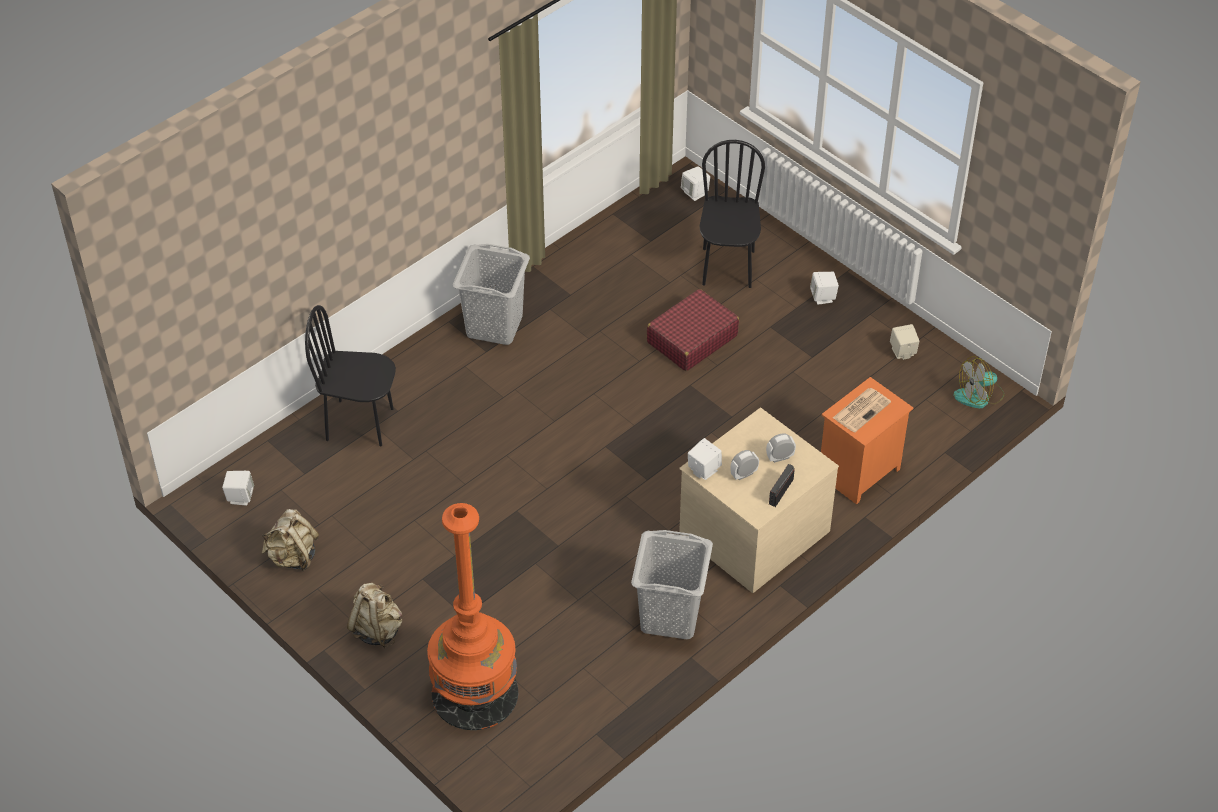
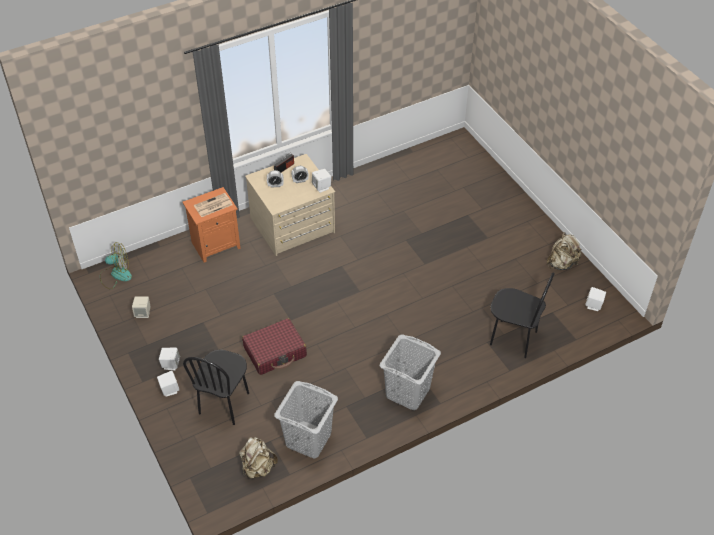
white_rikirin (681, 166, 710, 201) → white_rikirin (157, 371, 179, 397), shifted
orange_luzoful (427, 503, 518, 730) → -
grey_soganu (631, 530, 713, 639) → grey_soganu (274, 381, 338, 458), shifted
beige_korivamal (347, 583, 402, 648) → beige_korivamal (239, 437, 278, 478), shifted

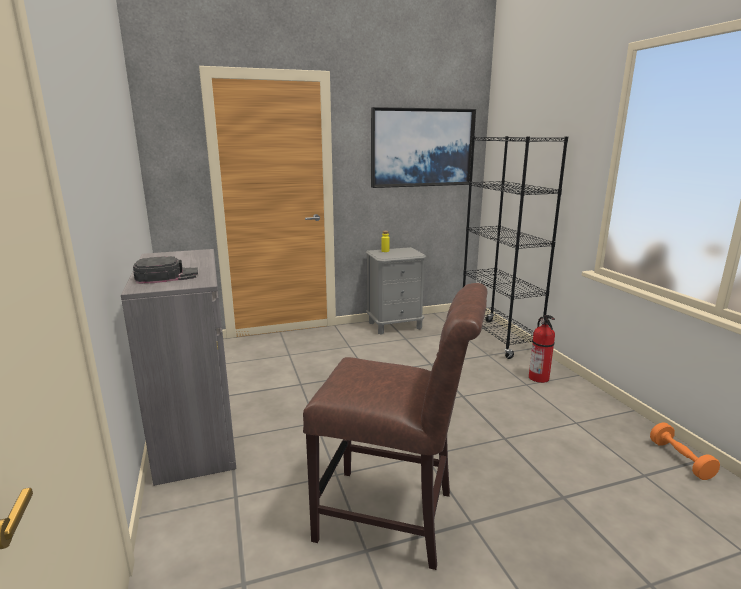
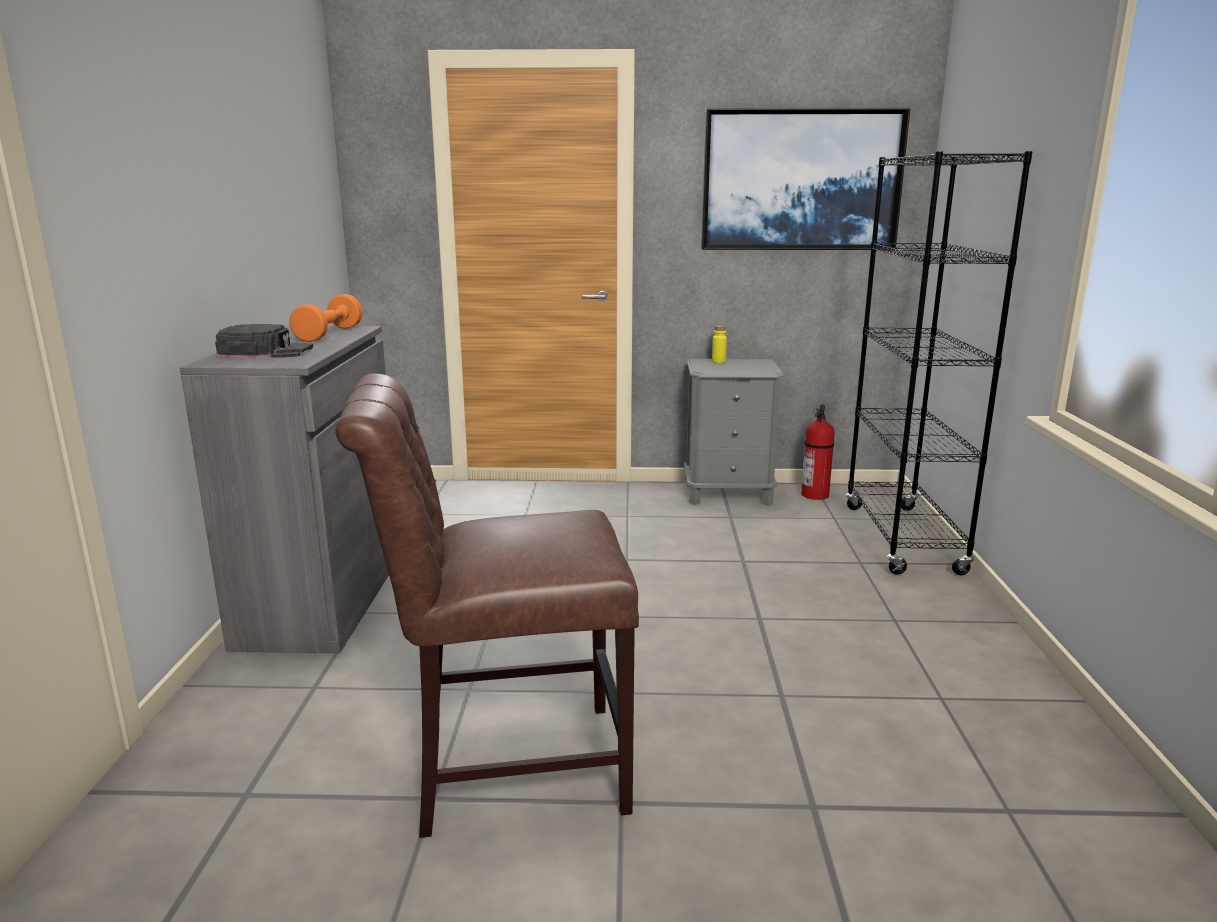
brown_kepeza (303, 283, 488, 570) → brown_kepeza (335, 373, 639, 838), 135 degrees clockwise
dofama (529, 315, 555, 383) → dofama (801, 404, 835, 500), shifted
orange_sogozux (650, 422, 720, 480) → orange_sogozux (289, 294, 363, 342), shifted

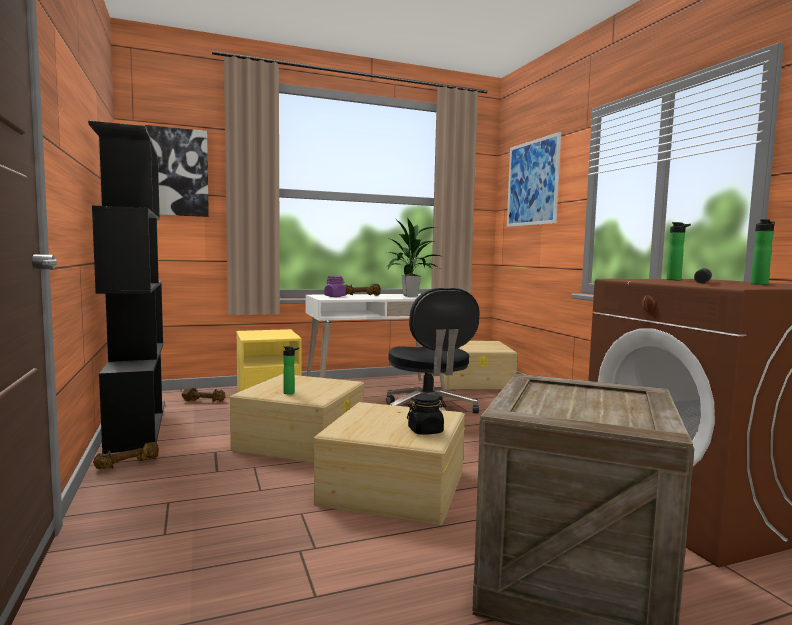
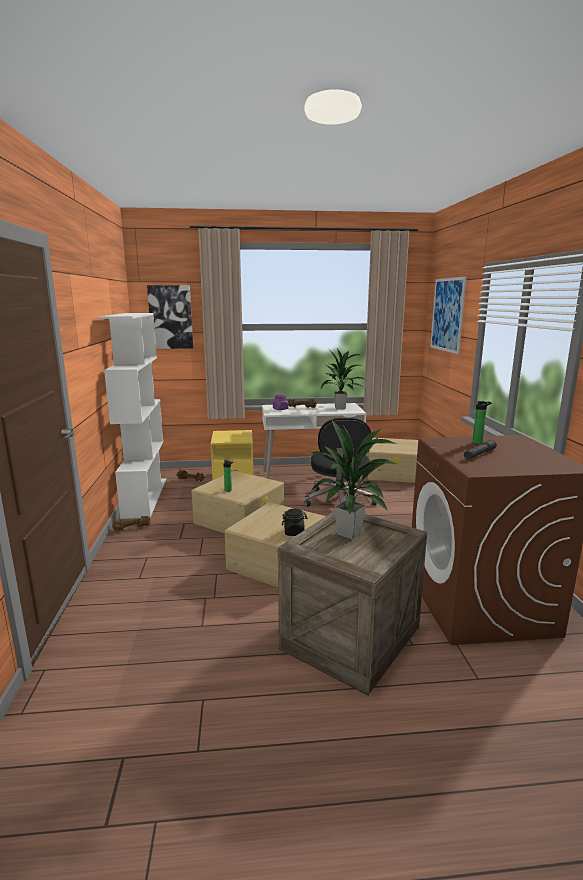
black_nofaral (88, 121, 165, 454) → white_nofaral (98, 313, 166, 519)
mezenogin (751, 219, 775, 285) → -
- → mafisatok (306, 419, 398, 539)

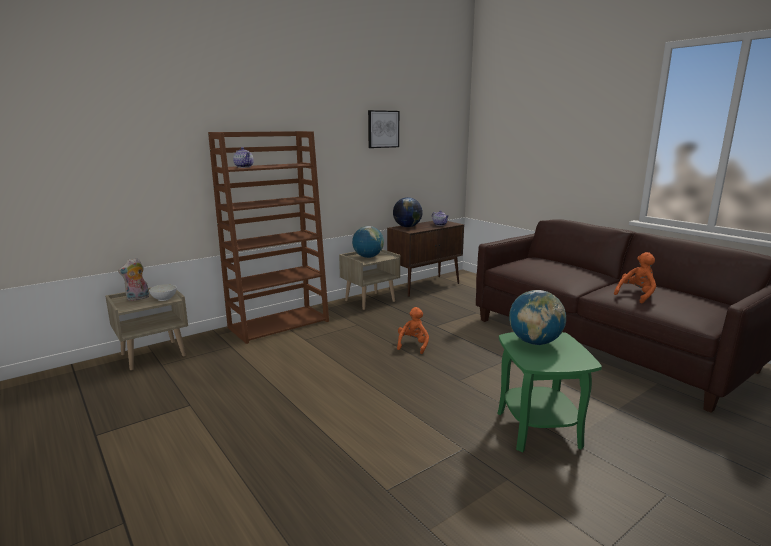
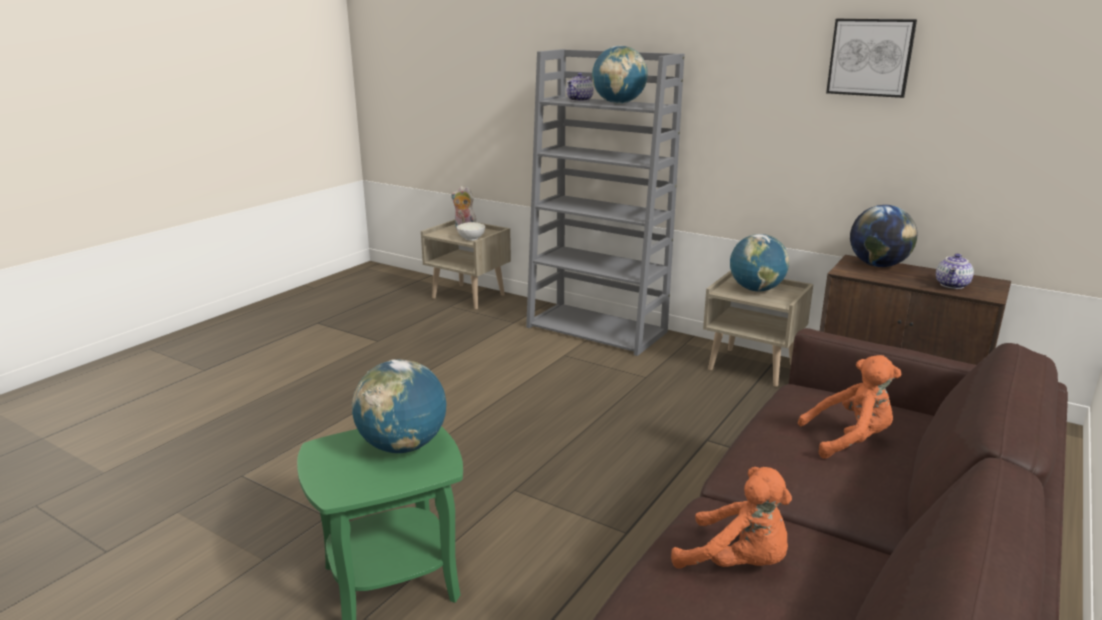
brown_nofaral (208, 131, 329, 344) → grey_nofaral (526, 49, 685, 356)
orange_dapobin (397, 307, 429, 354) → orange_dapobin (798, 355, 901, 459), shifted
- → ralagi (592, 46, 648, 104)

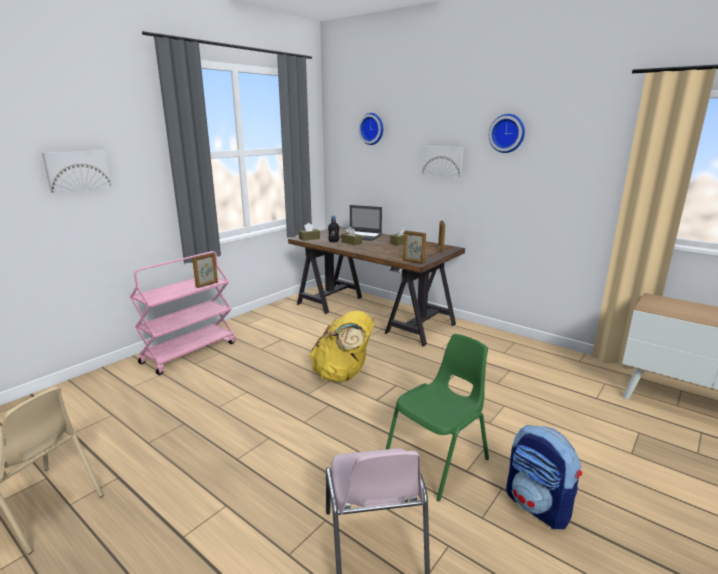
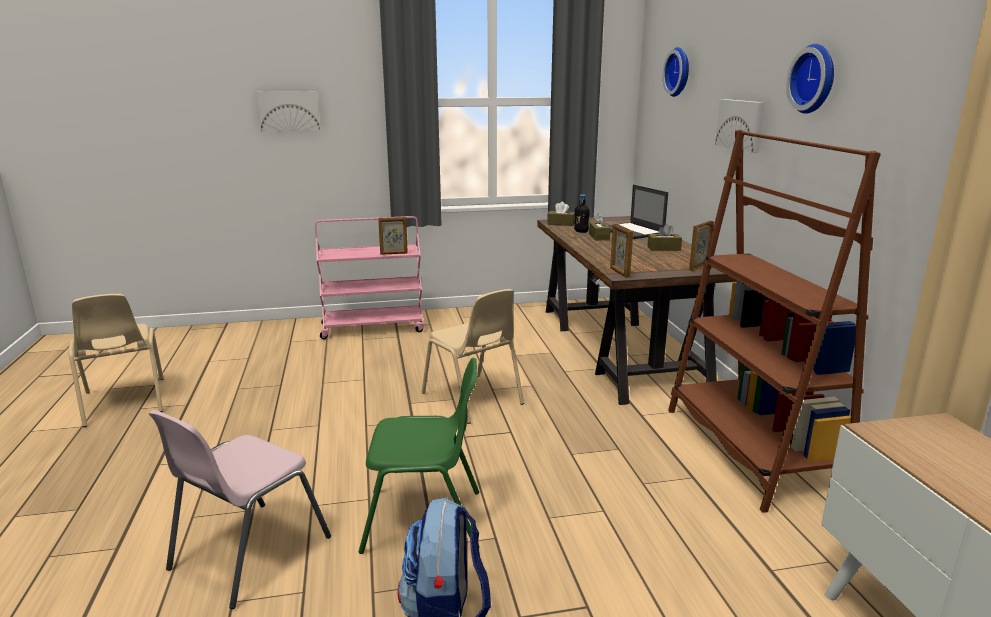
yellow_korivamal (309, 311, 374, 382) → beige_kepeza (422, 289, 524, 424)
- → brown_nofaral (668, 130, 881, 513)

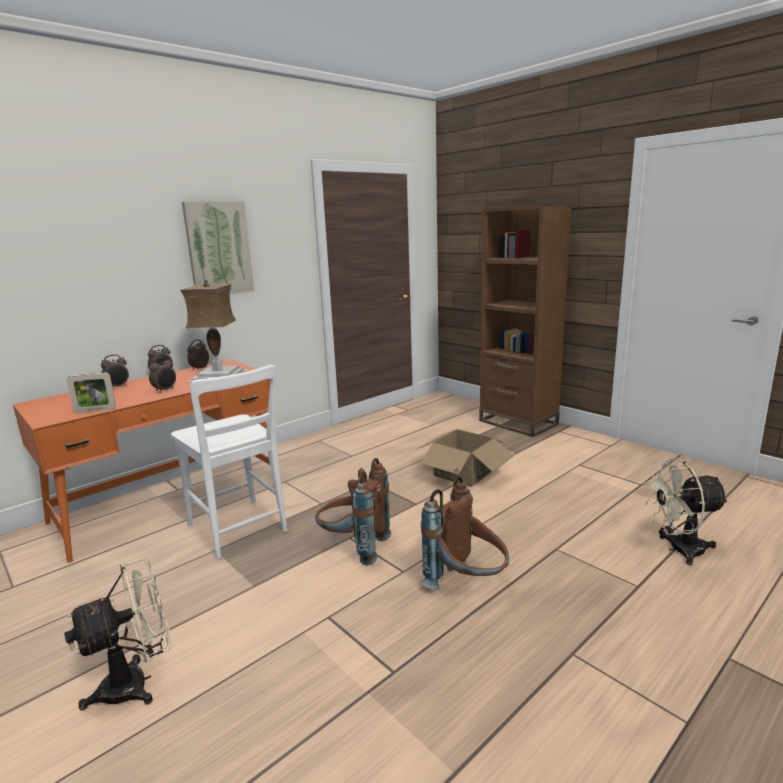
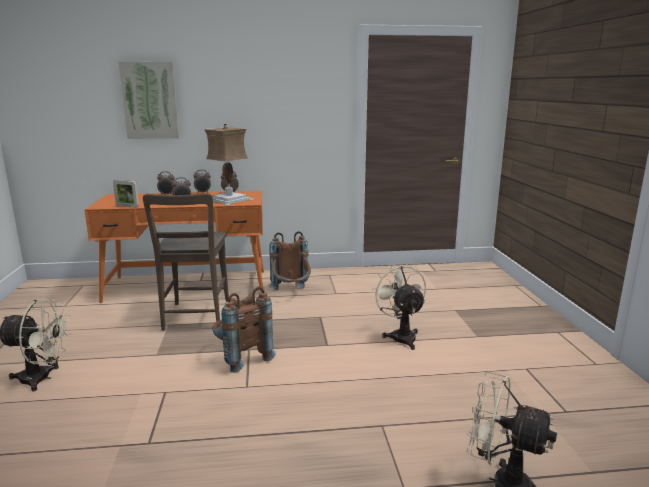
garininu (182, 201, 254, 294) → garininu (118, 61, 180, 139), shifted
brown_nofaral (479, 205, 572, 437) → -
white_kepeza (171, 365, 287, 559) → brown_kepeza (143, 193, 229, 331)
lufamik (416, 429, 514, 487) → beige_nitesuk (372, 264, 426, 350)
brown_korivamal (420, 477, 509, 590) → brown_korivamal (269, 231, 311, 290), shifted

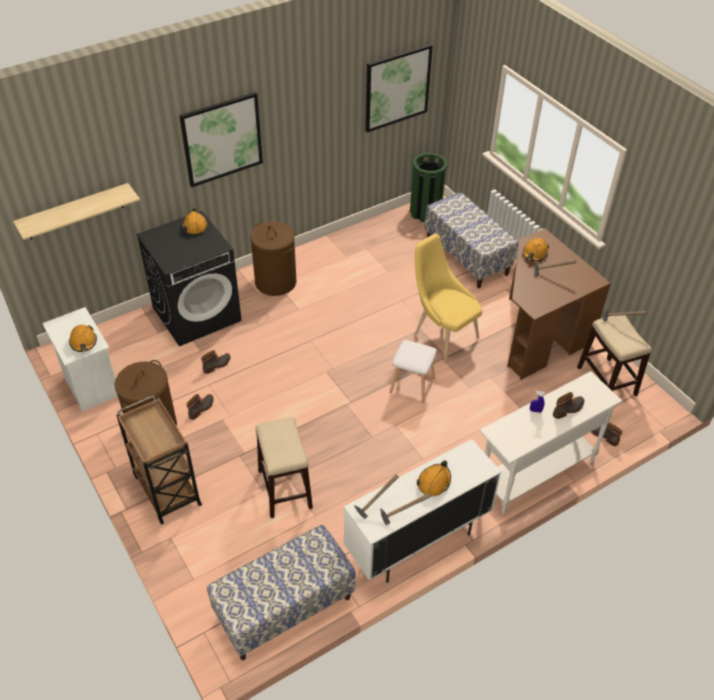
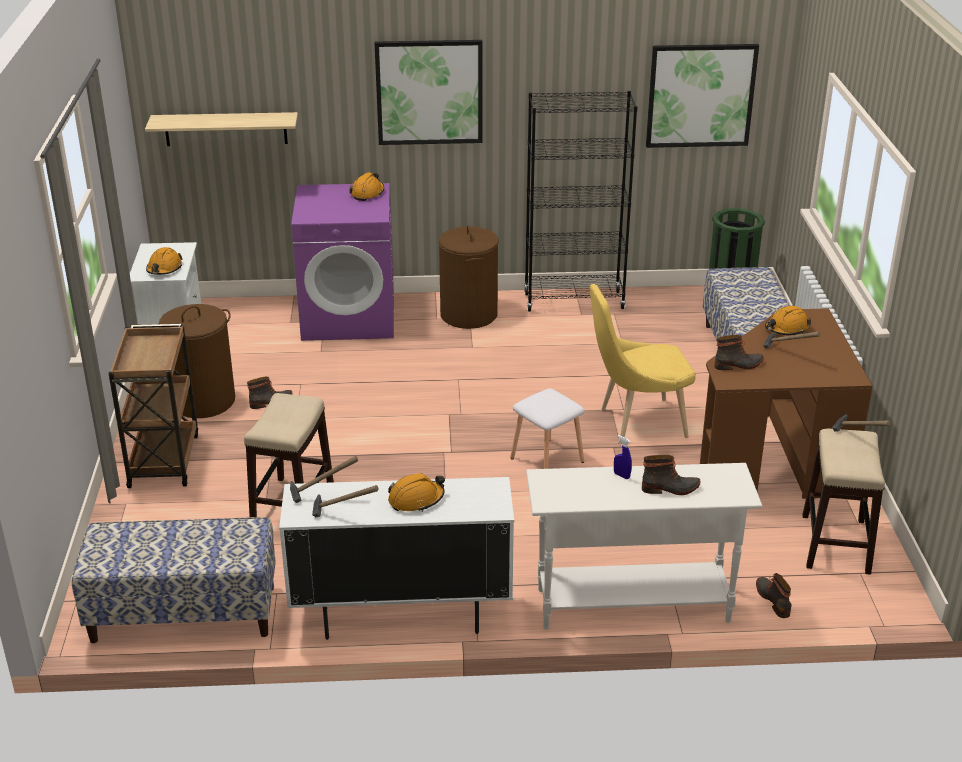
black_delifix (136, 211, 242, 346) → purple_delifix (291, 183, 394, 341)
yellow_kepeza (415, 234, 482, 361) → yellow_kepeza (590, 284, 696, 444), 90 degrees counterclockwise
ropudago (201, 350, 230, 374) → ropudago (714, 335, 764, 370), shifted
- → black_nofaral (524, 91, 638, 312)

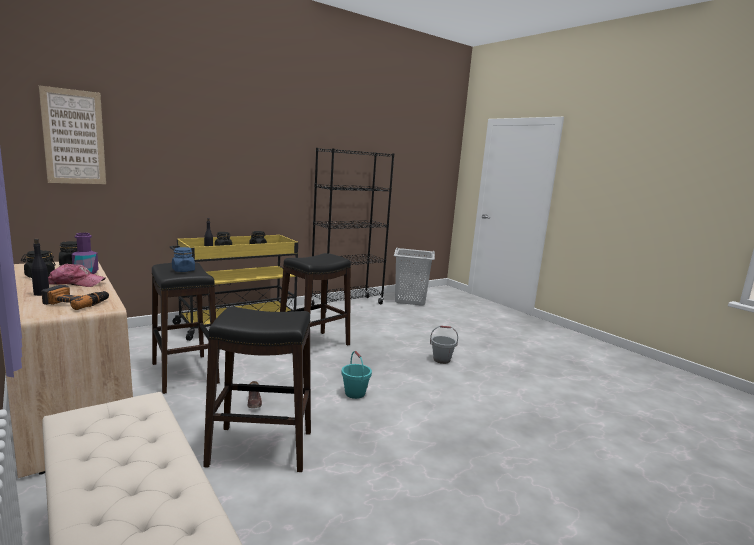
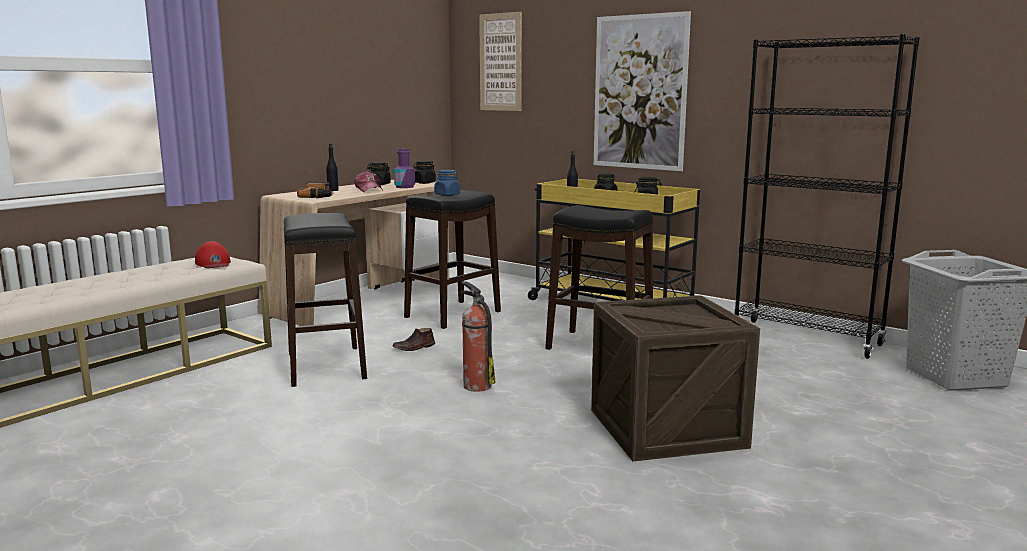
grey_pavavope (430, 326, 458, 364) → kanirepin (591, 295, 760, 462)
turquoise_pavavope (341, 351, 372, 399) → dofama (460, 281, 496, 392)
- → garininu (594, 11, 691, 171)
- → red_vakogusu (195, 241, 231, 268)

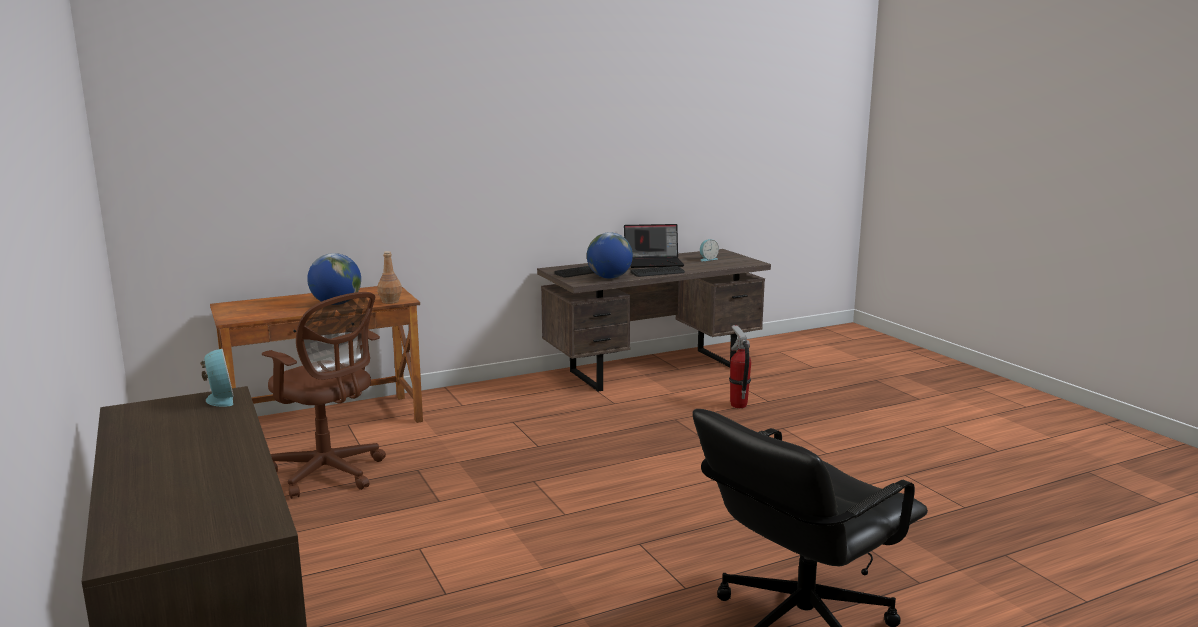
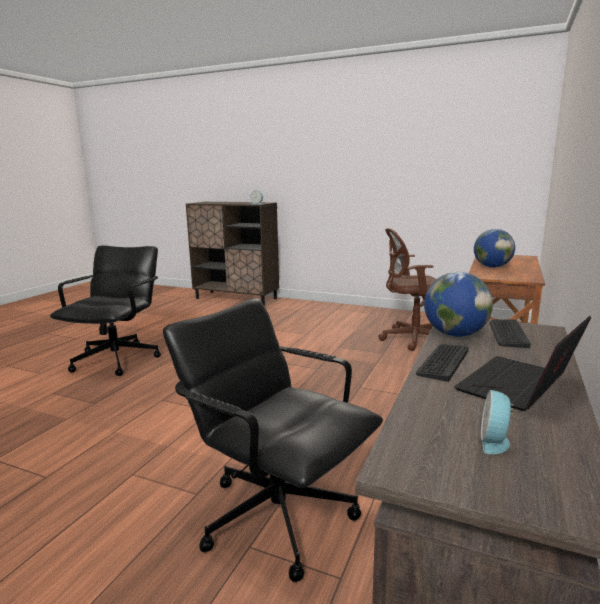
brown_mezenogin (377, 251, 402, 304) → -
dofama (729, 325, 751, 408) → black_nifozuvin (163, 298, 383, 582)

